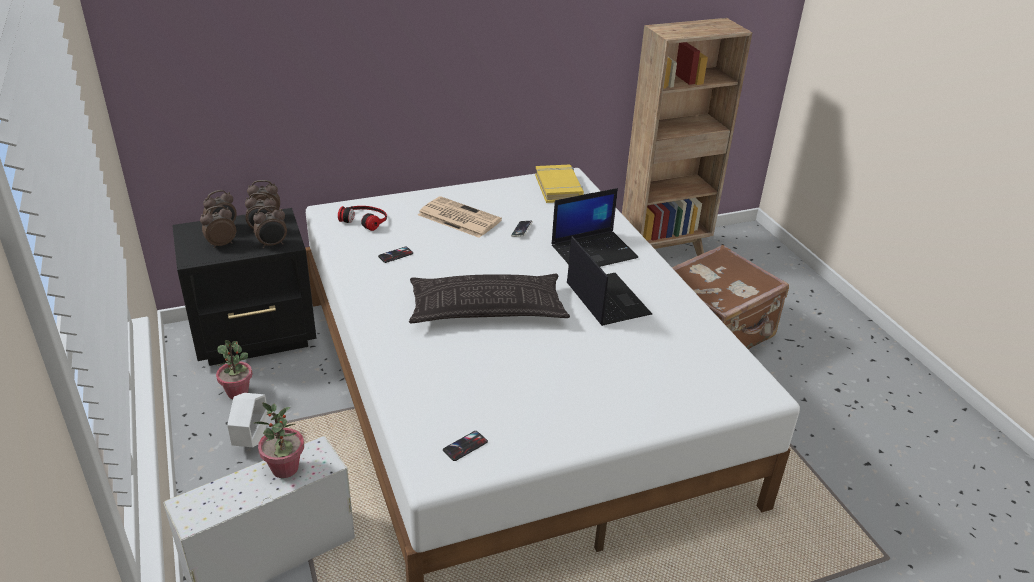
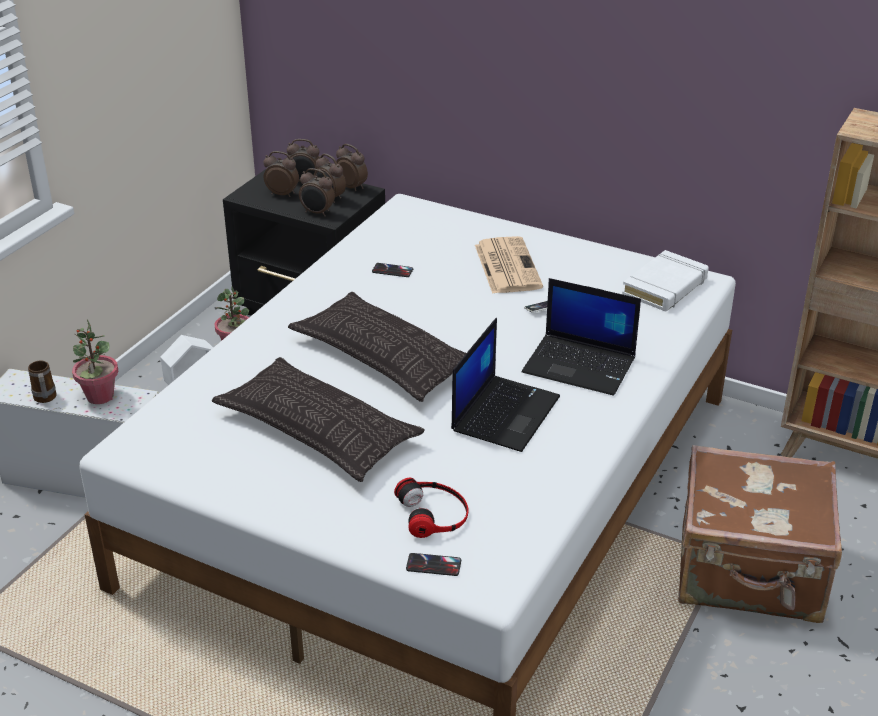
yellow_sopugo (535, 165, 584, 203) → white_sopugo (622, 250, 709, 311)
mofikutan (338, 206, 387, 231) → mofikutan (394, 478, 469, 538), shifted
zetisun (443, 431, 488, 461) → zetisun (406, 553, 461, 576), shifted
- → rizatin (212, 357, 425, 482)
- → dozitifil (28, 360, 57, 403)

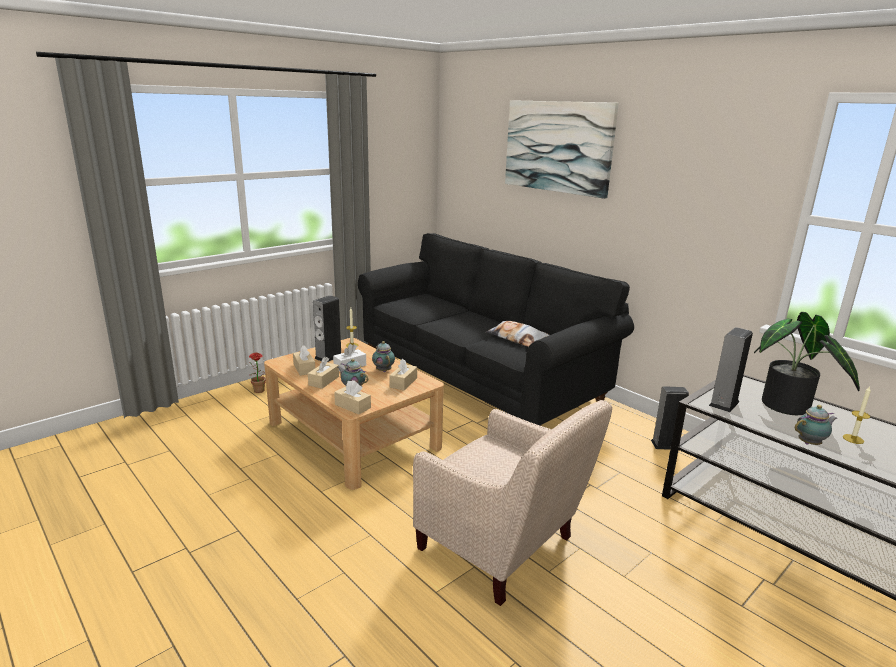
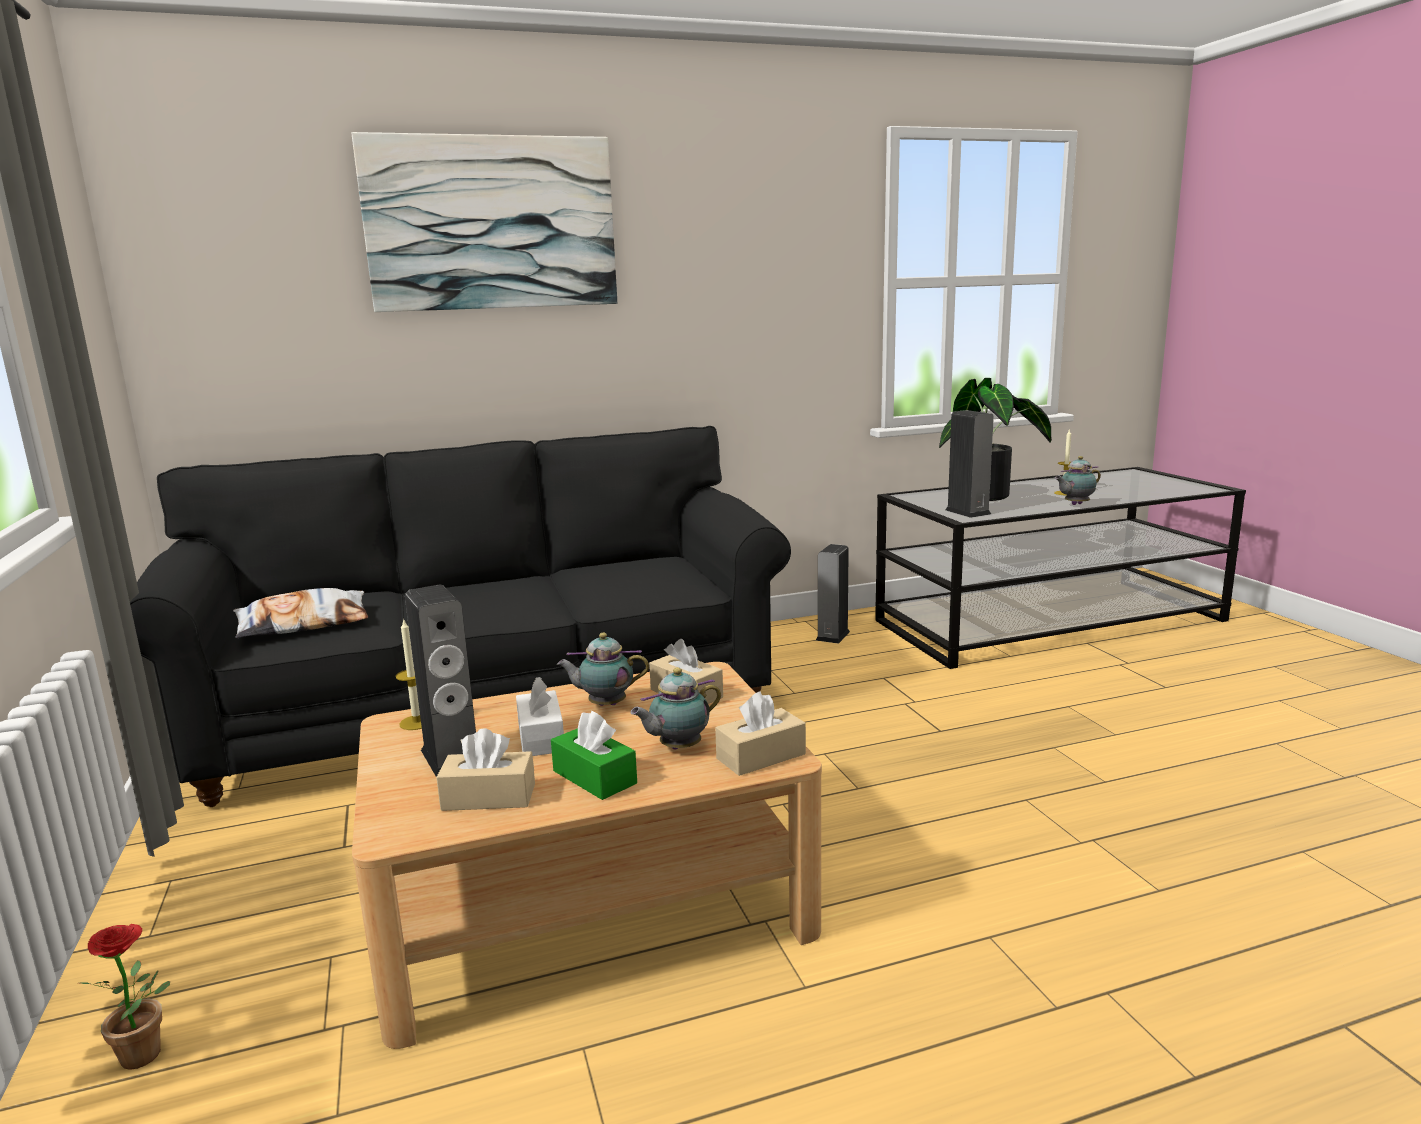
rizatin (486, 321, 549, 346) → rizatin (233, 588, 368, 638), shifted
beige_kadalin (308, 357, 339, 389) → green_kadalin (551, 711, 637, 800)
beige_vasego (413, 400, 612, 606) → -
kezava (795, 405, 837, 445) → kezava (1055, 456, 1101, 505), 120 degrees counterclockwise

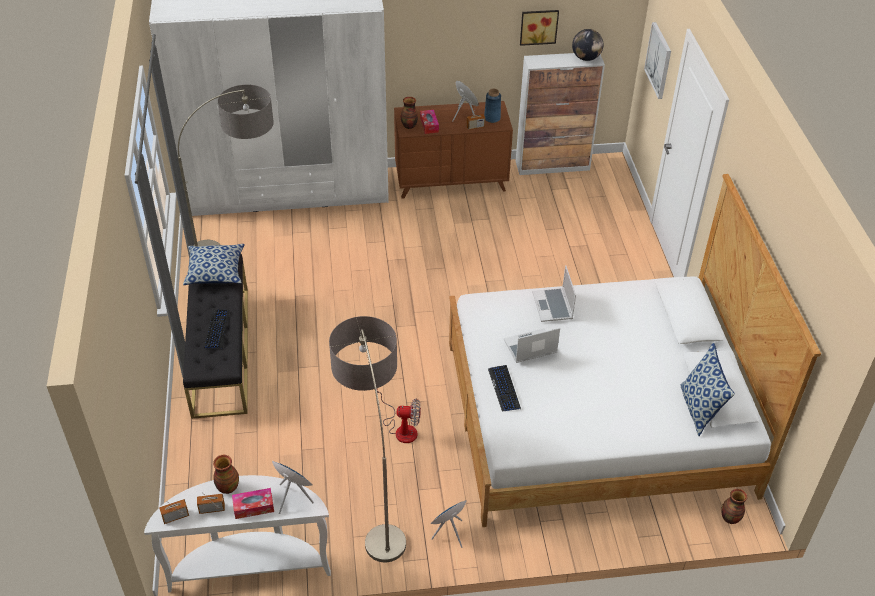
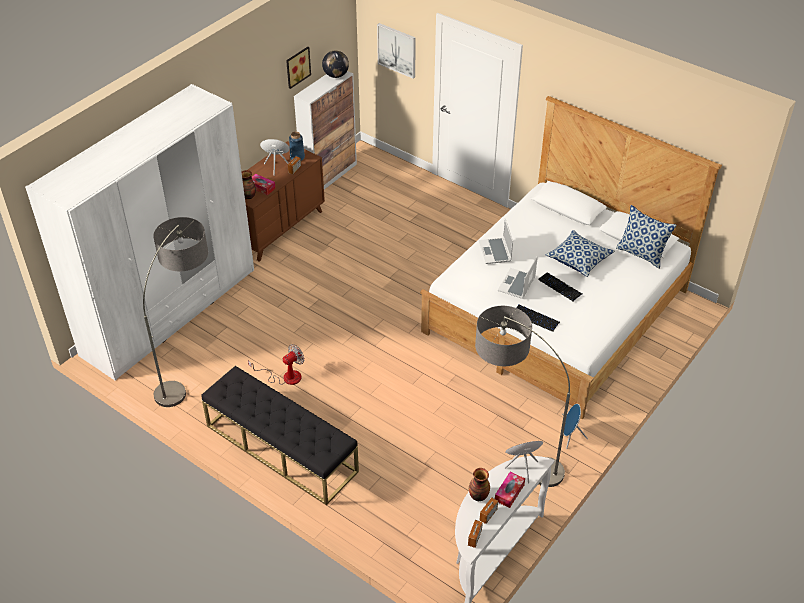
rizatin (183, 244, 245, 285) → rizatin (546, 230, 615, 277), shifted
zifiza (532, 265, 576, 322) → zifiza (479, 219, 513, 264), 45 degrees clockwise
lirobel (204, 309, 230, 349) → lirobel (538, 272, 582, 302), shifted
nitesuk (377, 391, 421, 443) → nitesuk (248, 344, 305, 385), shifted
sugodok (721, 489, 747, 524) → -

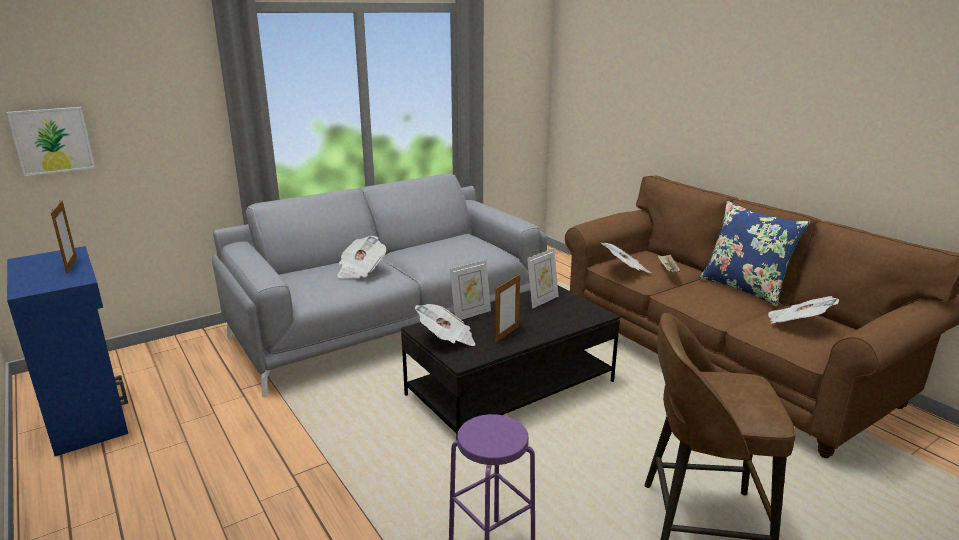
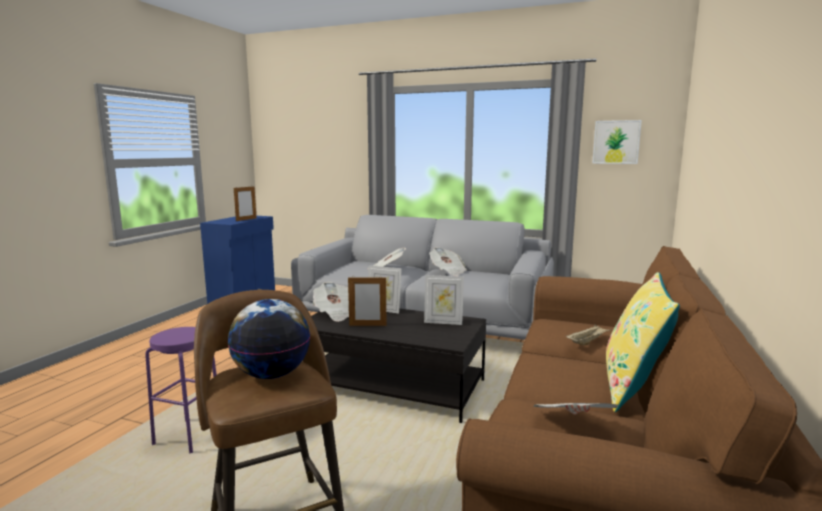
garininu (7, 107, 95, 176) → garininu (592, 120, 642, 164), shifted
blue_rizatin (699, 201, 810, 307) → yellow_rizatin (606, 272, 680, 412)
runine (601, 243, 651, 273) → runine (429, 247, 467, 276), shifted
- → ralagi (228, 299, 310, 379)

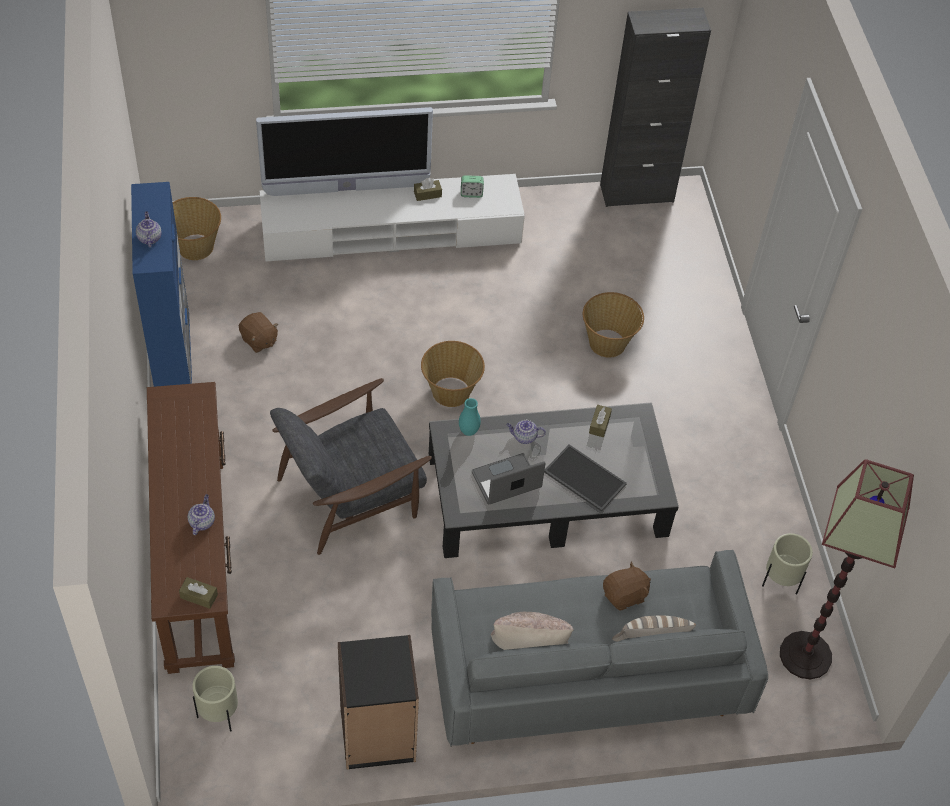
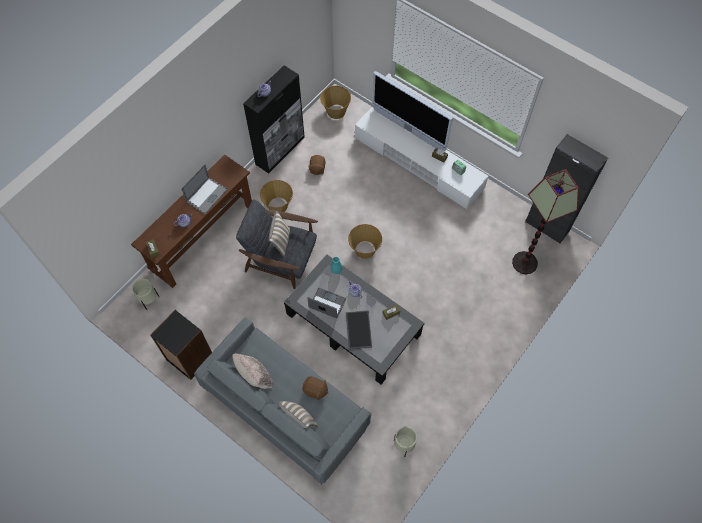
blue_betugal (131, 182, 192, 387) → black_betugal (243, 66, 305, 174)
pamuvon (583, 292, 644, 358) → pamuvon (260, 180, 293, 212), shifted
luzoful (780, 459, 914, 679) → luzoful (512, 169, 579, 275), shifted
- → zifiza (181, 164, 228, 214)
- → rizatin (269, 211, 290, 257)

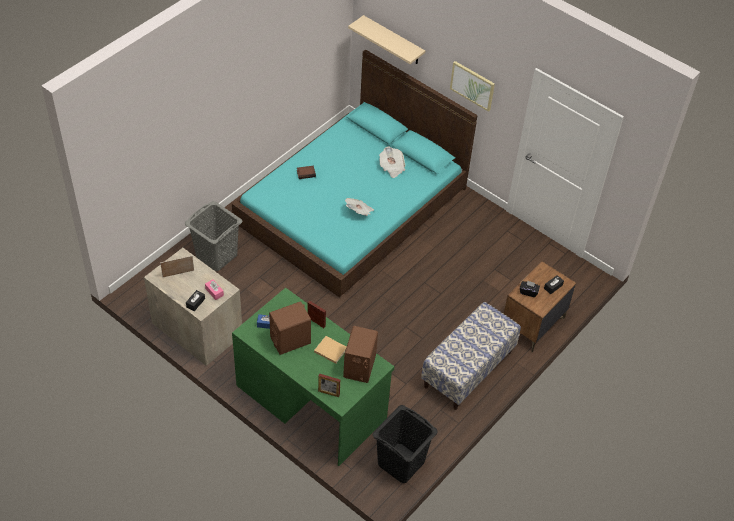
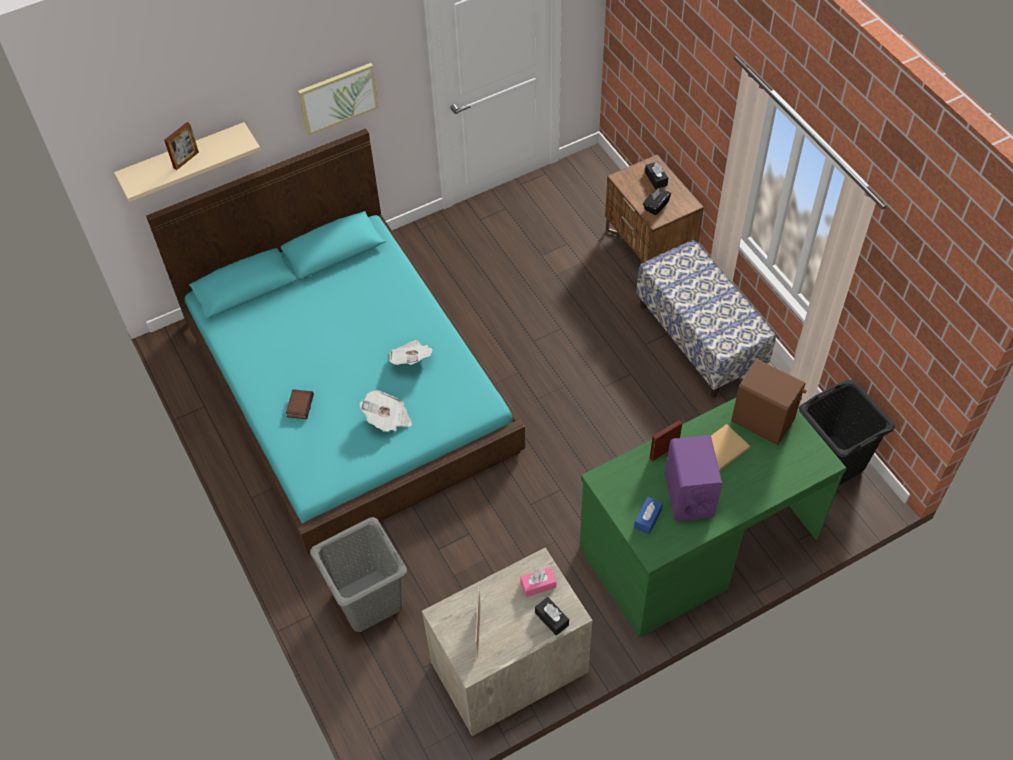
runine (379, 146, 406, 178) → runine (360, 390, 412, 432), shifted
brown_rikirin (269, 301, 311, 355) → purple_rikirin (665, 435, 722, 521)
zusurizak (318, 374, 340, 397) → zusurizak (164, 122, 199, 170), shifted

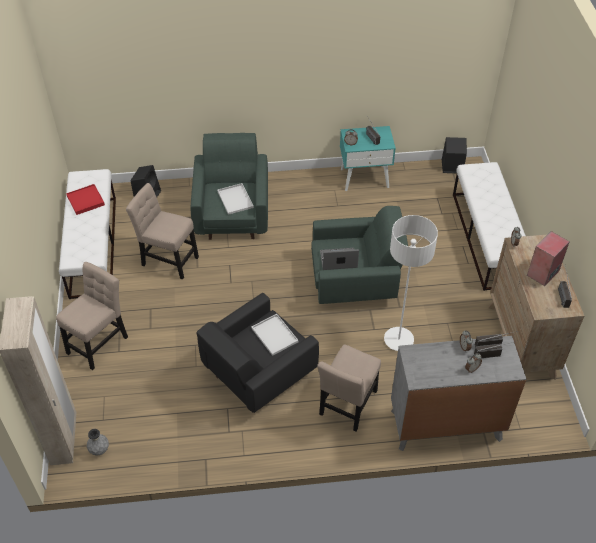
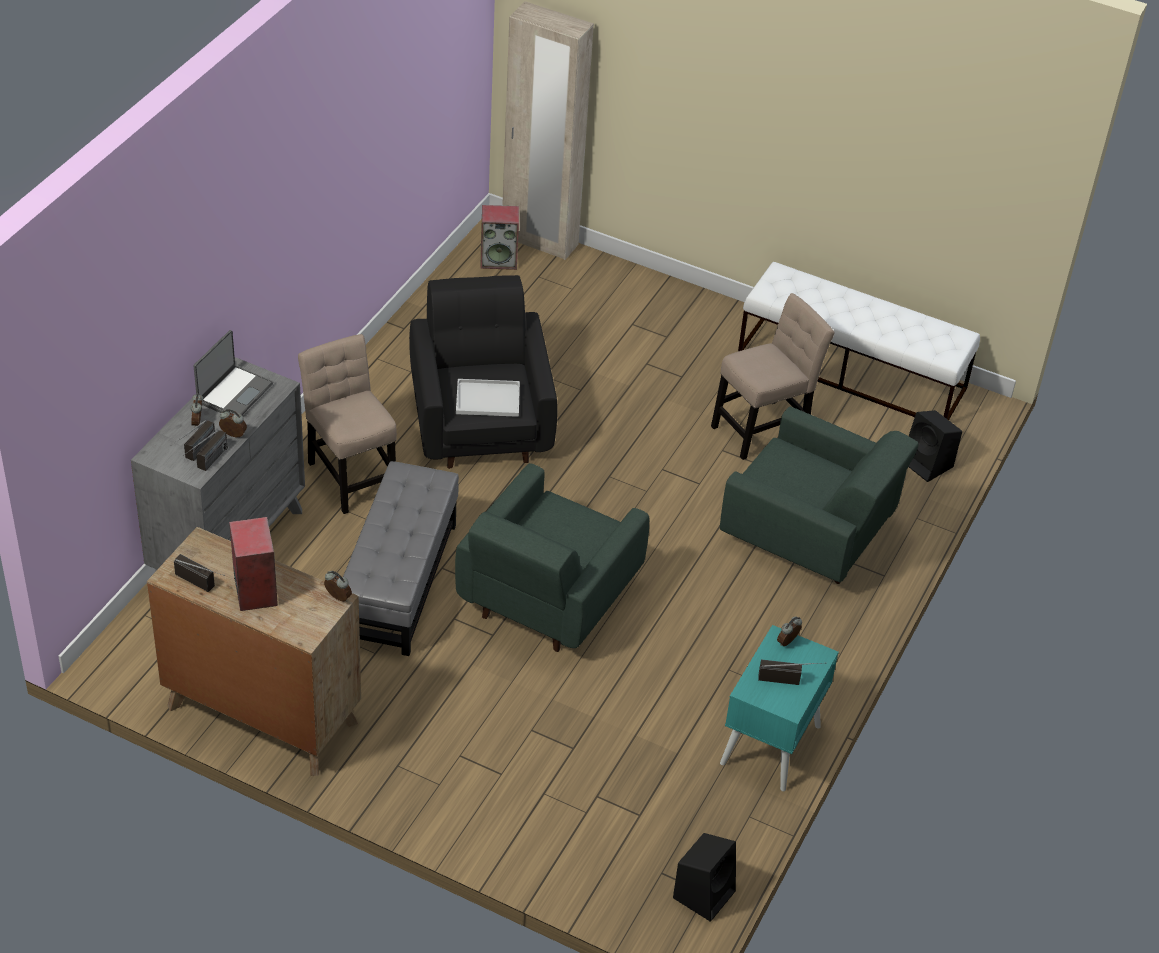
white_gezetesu (453, 162, 526, 291) → -
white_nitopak (217, 183, 254, 215) → -
red_nitopak (66, 184, 105, 215) → -
white_luzoful (384, 215, 438, 351) → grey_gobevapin (343, 461, 459, 656)
zifiza (320, 248, 359, 270) → zifiza (194, 330, 273, 415), shifted
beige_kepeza (56, 262, 128, 370) → -
grey_sugodok (87, 429, 109, 455) → rikirin (480, 205, 519, 270)

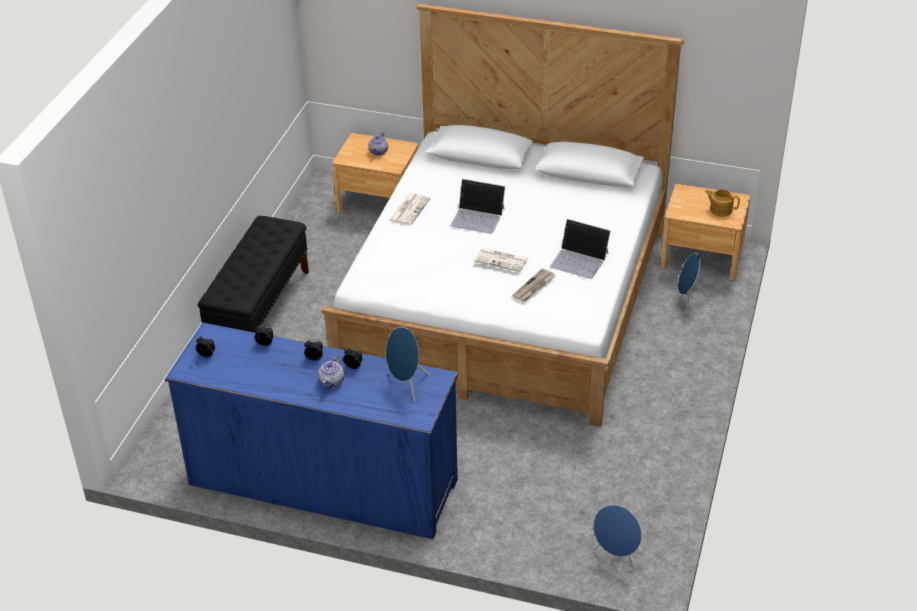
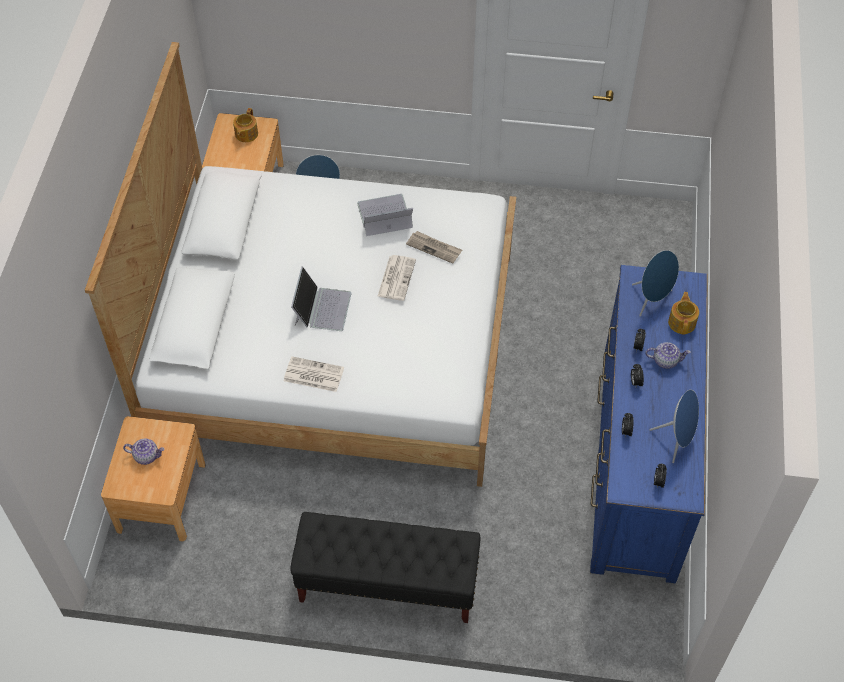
zifiza (550, 219, 611, 279) → zifiza (357, 194, 413, 236), 120 degrees counterclockwise
blue_rikirin (593, 505, 642, 571) → blue_rikirin (650, 390, 699, 463), shifted
- → kezava (668, 292, 699, 334)

